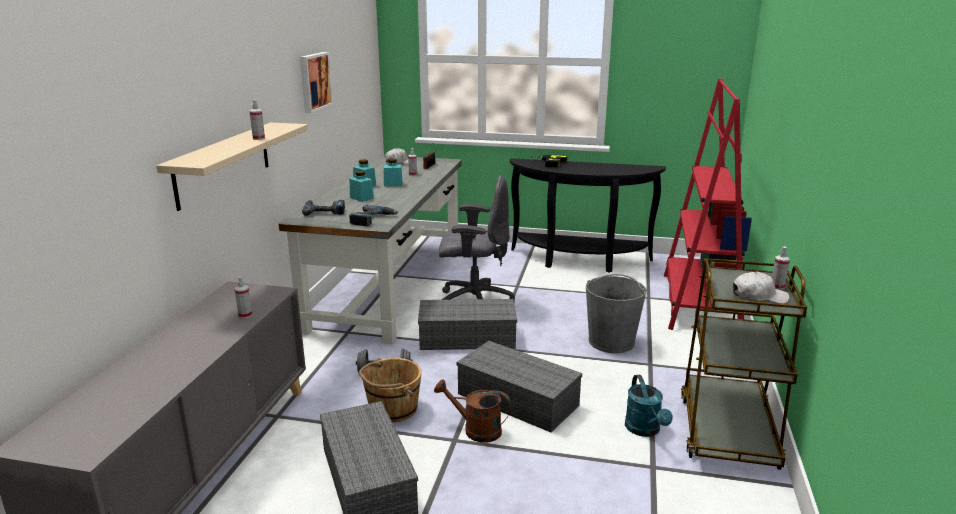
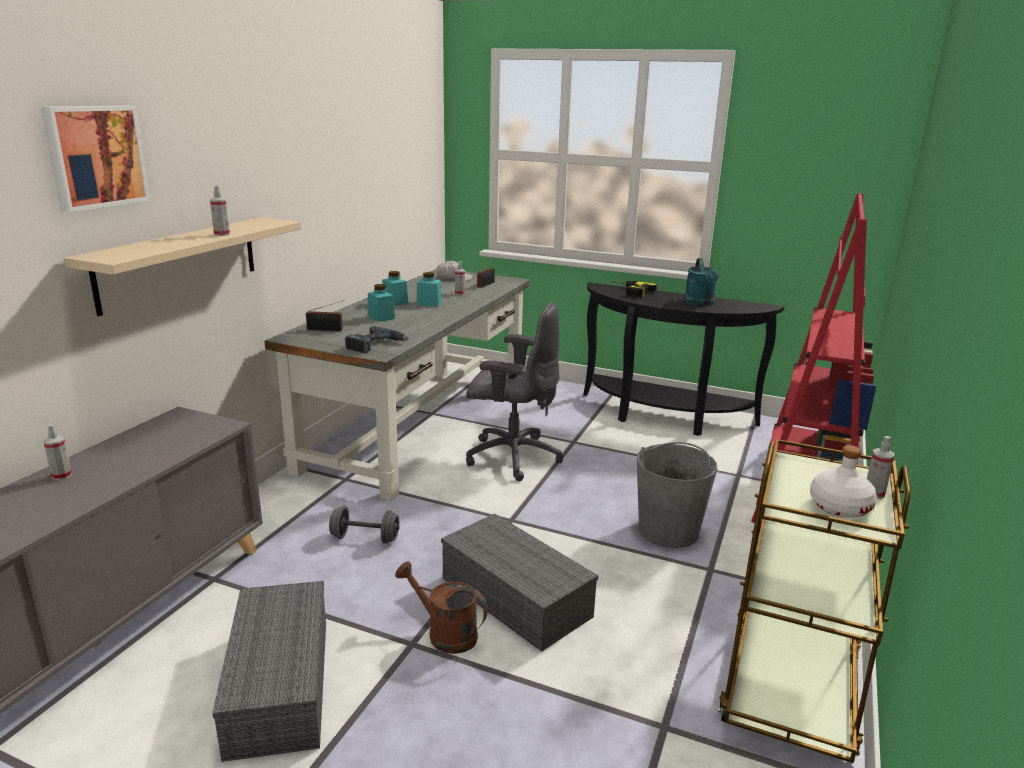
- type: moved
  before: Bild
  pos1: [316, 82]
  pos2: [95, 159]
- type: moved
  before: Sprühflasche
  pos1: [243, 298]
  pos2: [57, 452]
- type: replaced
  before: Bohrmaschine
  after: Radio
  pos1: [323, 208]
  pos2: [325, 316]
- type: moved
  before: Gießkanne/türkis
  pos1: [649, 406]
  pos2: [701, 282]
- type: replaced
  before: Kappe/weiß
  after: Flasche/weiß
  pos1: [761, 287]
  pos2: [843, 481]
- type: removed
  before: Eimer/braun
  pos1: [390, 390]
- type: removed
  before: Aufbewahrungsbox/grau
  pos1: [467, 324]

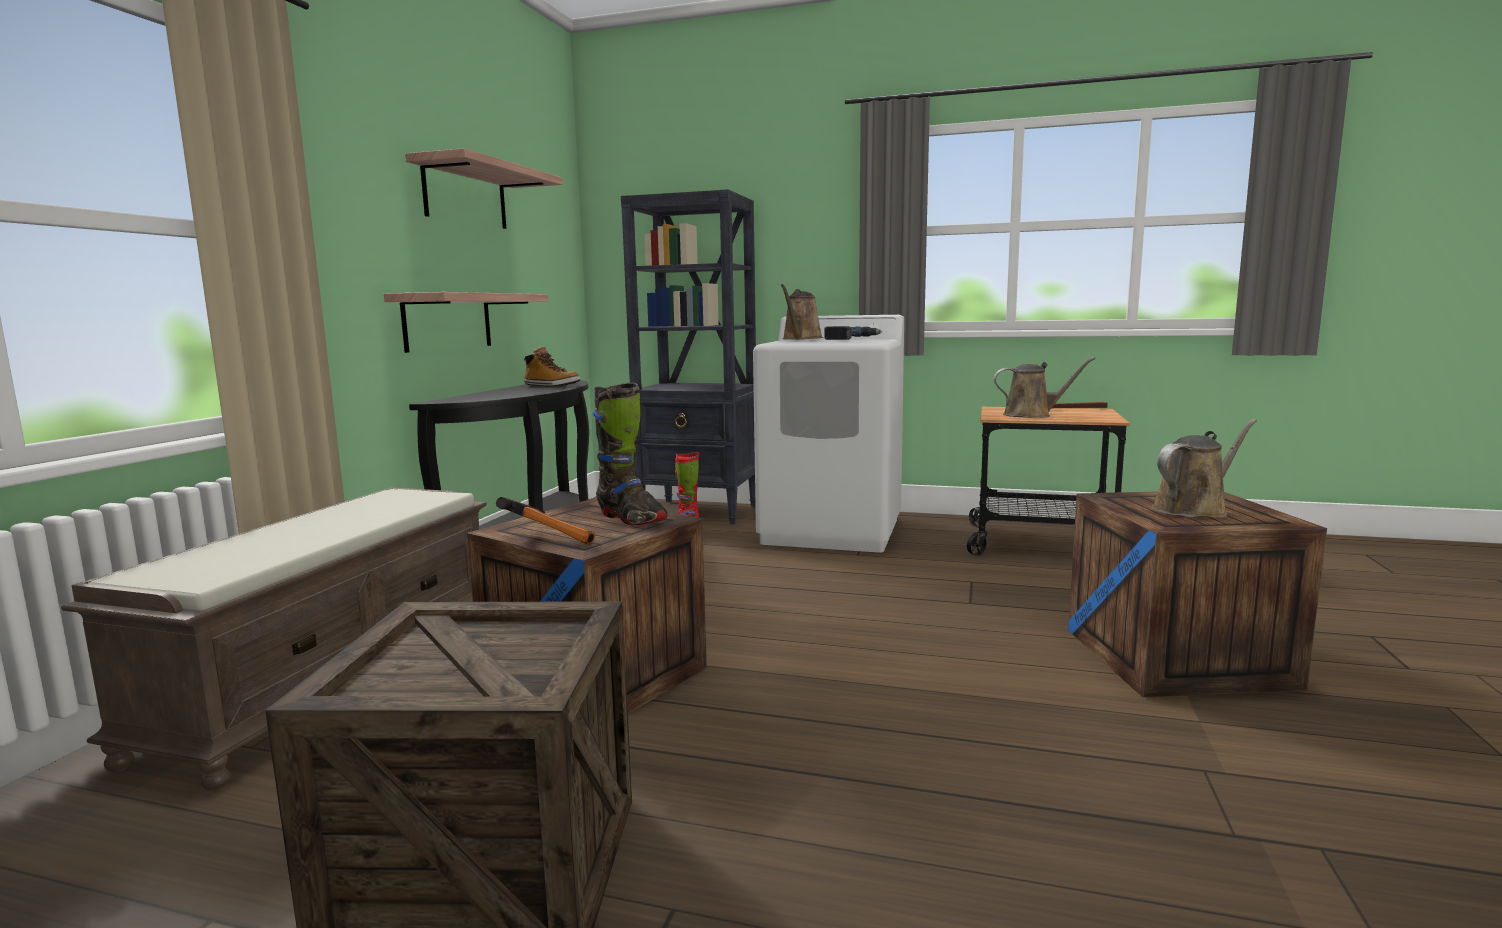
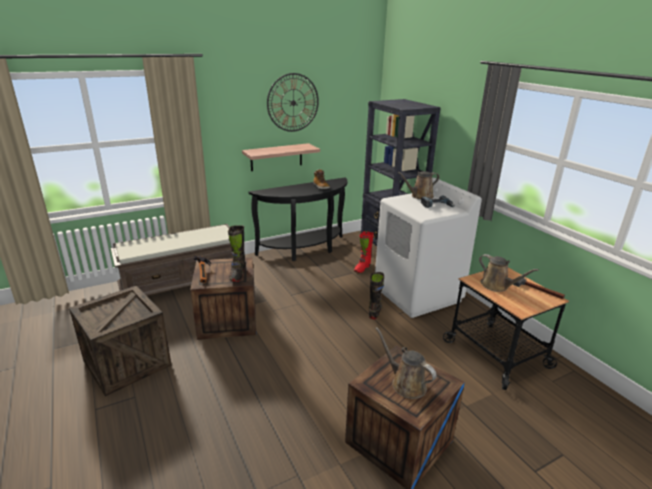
- type: replaced
  before: Wandregal
  after: Wanduhr
  pos1: [484, 188]
  pos2: [293, 102]
- type: added
  after: Stiefel/schwarz
  pos2: [376, 295]
- type: turned
  before: Gießkanne/braun
  pos1: [1204, 468]
  pos2: [406, 363]
  turn: -150

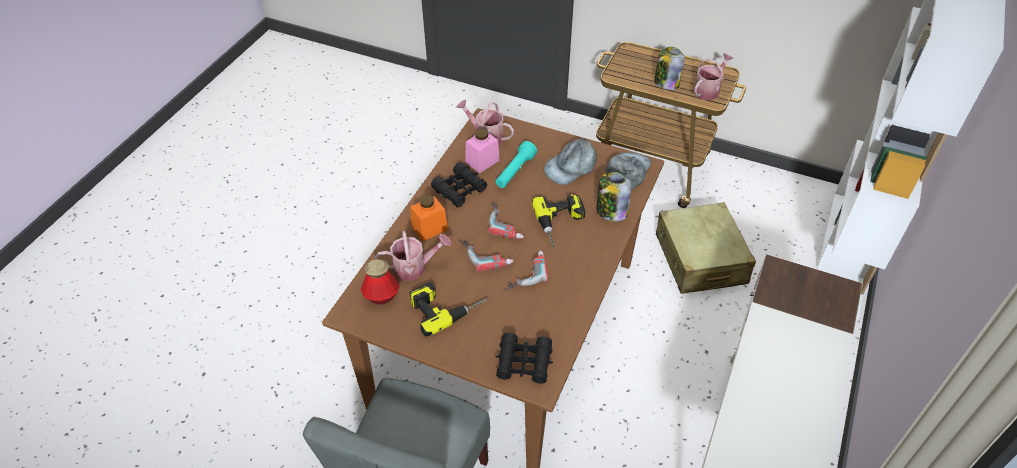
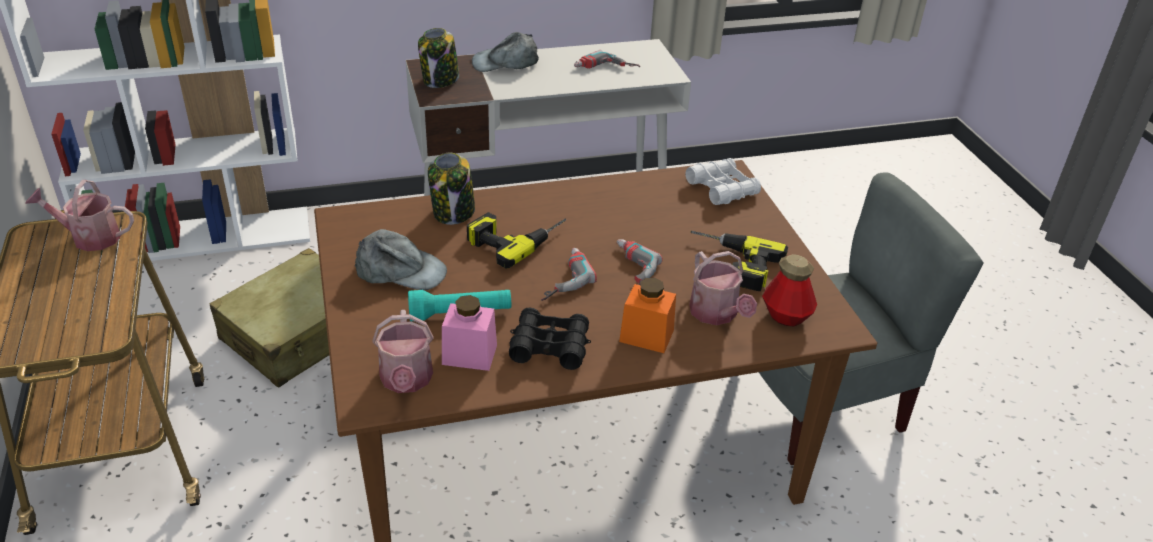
- type: moved
  before: Vorratsglas
  pos1: [669, 68]
  pos2: [438, 58]
- type: moved
  before: Kappe/grau
  pos1: [628, 170]
  pos2: [505, 52]
- type: moved
  before: Bohrmaschine
  pos1: [526, 270]
  pos2: [607, 59]
- type: recoloured
  before: Fernglas/schwarz
  after: Fernglas/weiß
  pos1: [524, 358]
  pos2: [723, 181]
- type: turned
  before: Gießkanne
  pos1: [413, 255]
  pos2: [723, 288]
  turn: -150

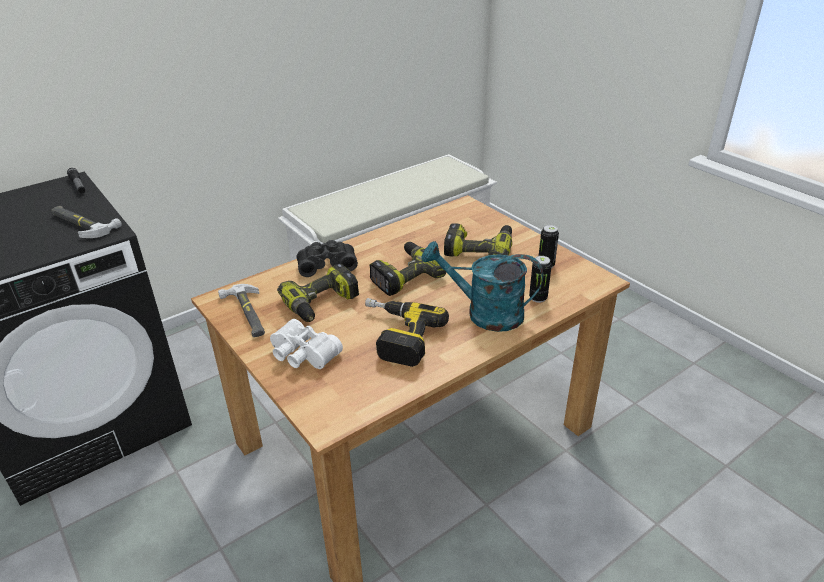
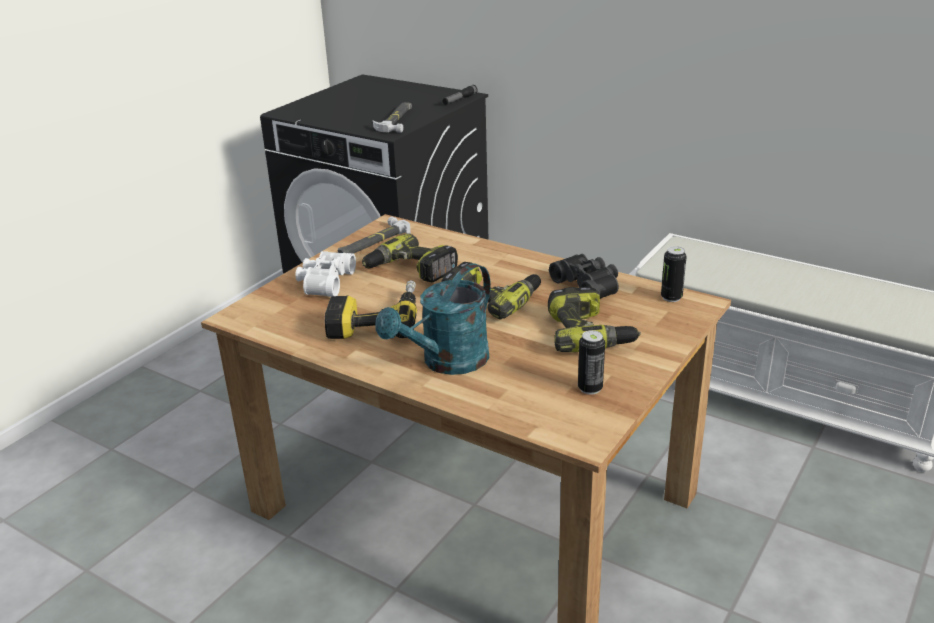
- type: turned
  before: Gießkanne/türkis
  pos1: [482, 286]
  pos2: [433, 319]
  turn: -135
- type: moved
  before: Fernglas/schwarz
  pos1: [327, 258]
  pos2: [584, 276]
- type: moved
  before: Dose
  pos1: [540, 279]
  pos2: [674, 274]

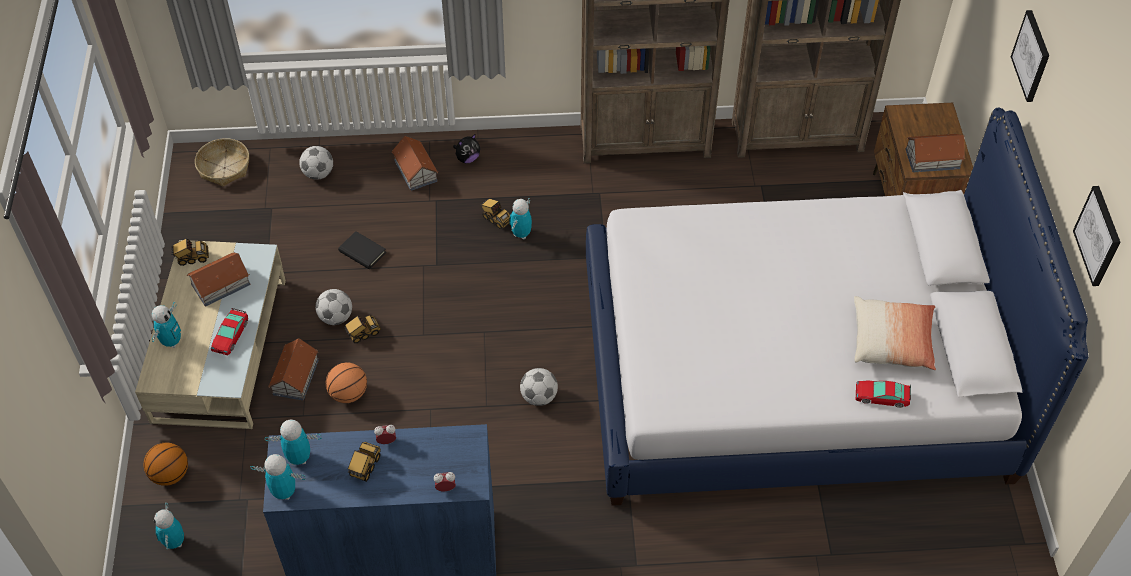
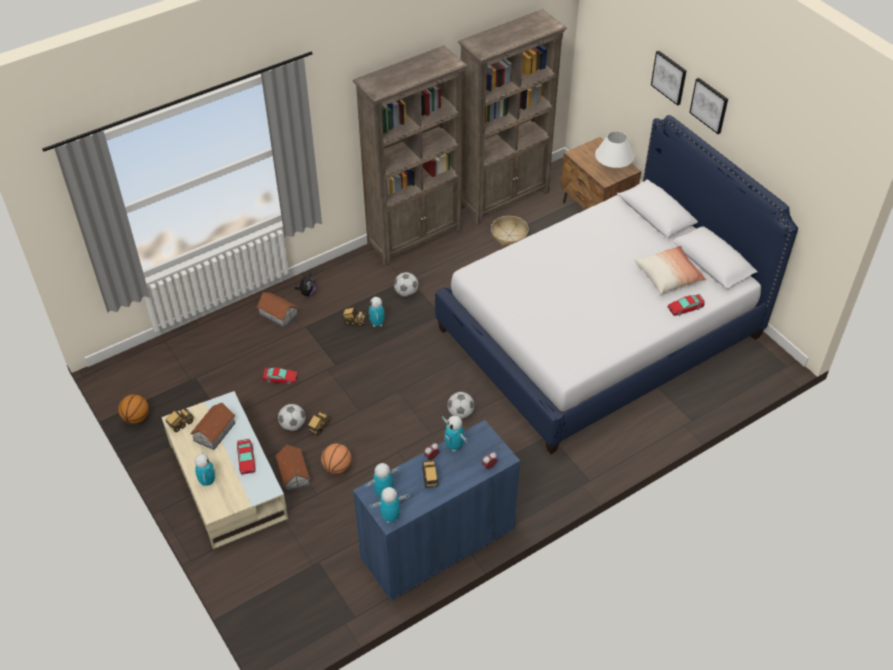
- type: moved
  before: Basketball
  pos1: [166, 464]
  pos2: [133, 409]
- type: replaced
  before: Buch/schwarz
  after: Spielzeugauto
  pos1: [362, 250]
  pos2: [280, 376]
- type: moved
  before: Fußball
  pos1: [316, 163]
  pos2: [406, 284]
- type: moved
  before: Spielzeugroboter
  pos1: [169, 525]
  pos2: [455, 434]
- type: moved
  before: Korb
  pos1: [222, 162]
  pos2: [510, 231]
- type: replaced
  before: Spielzeughaus
  after: Tischlampe/weiß
  pos1: [935, 153]
  pos2: [614, 151]
- type: moved
  before: Bild
  pos1: [1096, 236]
  pos2: [708, 106]

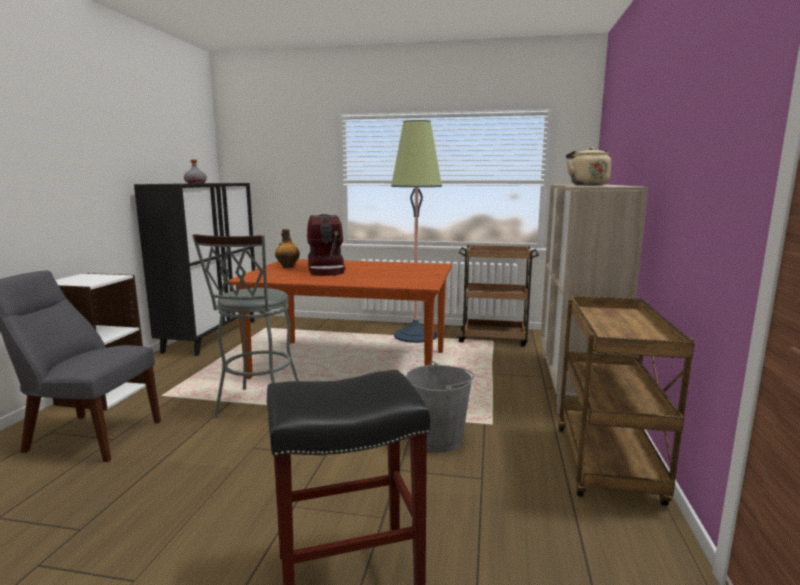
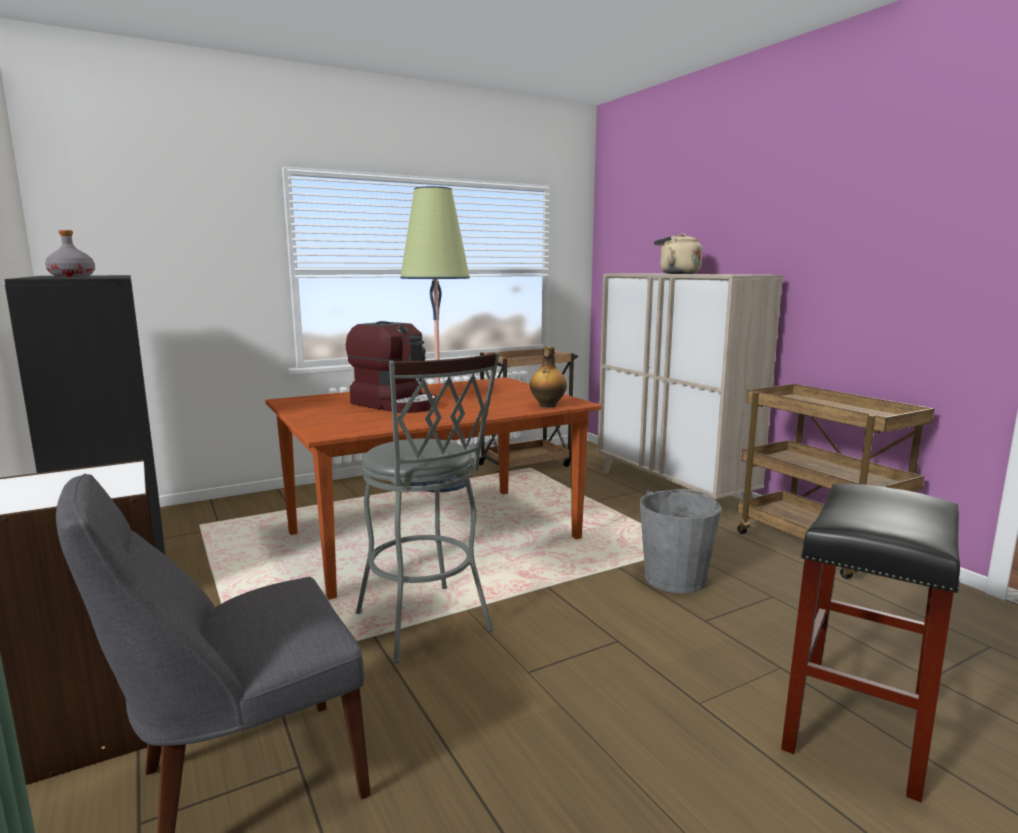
- type: moved
  before: Flasche
  pos1: [287, 248]
  pos2: [548, 377]

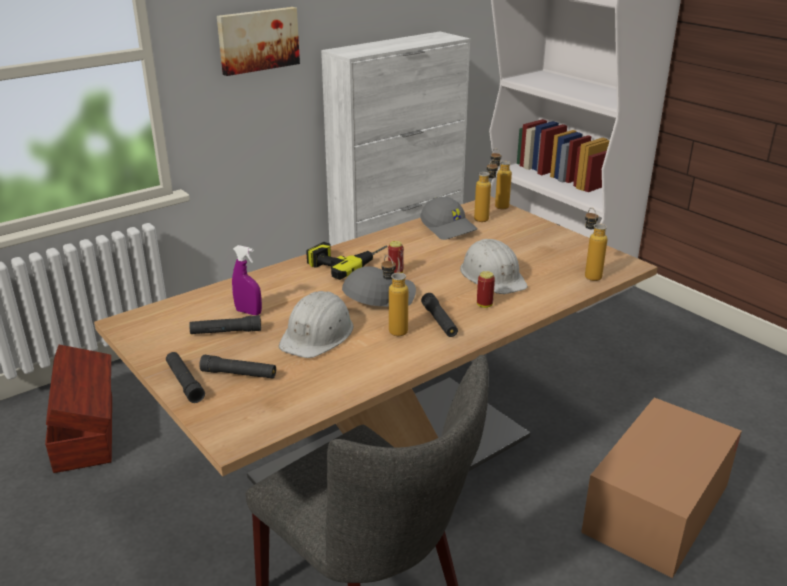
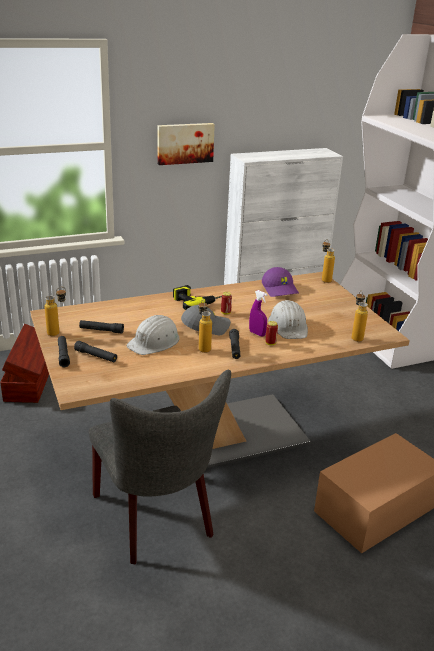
- type: moved
  before: Flasche
  pos1: [486, 190]
  pos2: [55, 311]
- type: moved
  before: Sprühflasche/lila
  pos1: [247, 280]
  pos2: [258, 313]
- type: recoloured
  before: Kappe/grau
  after: Kappe/lila
  pos1: [449, 218]
  pos2: [280, 282]

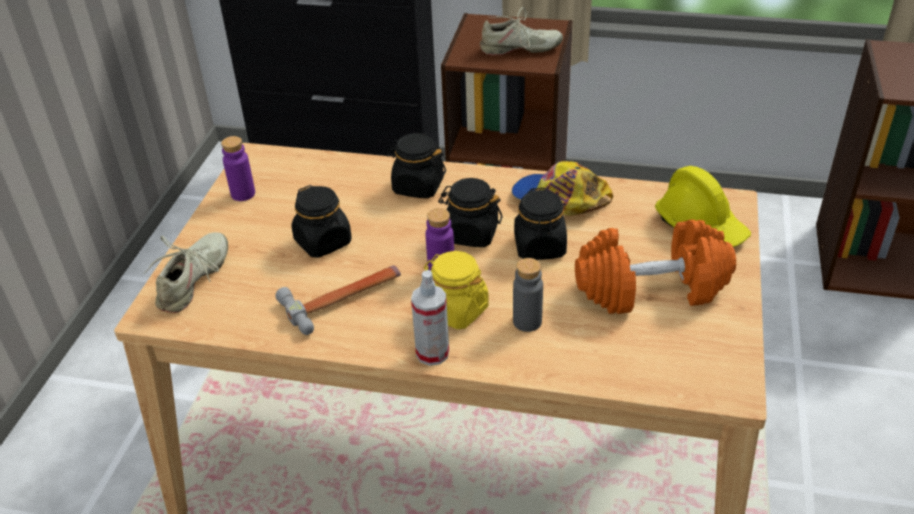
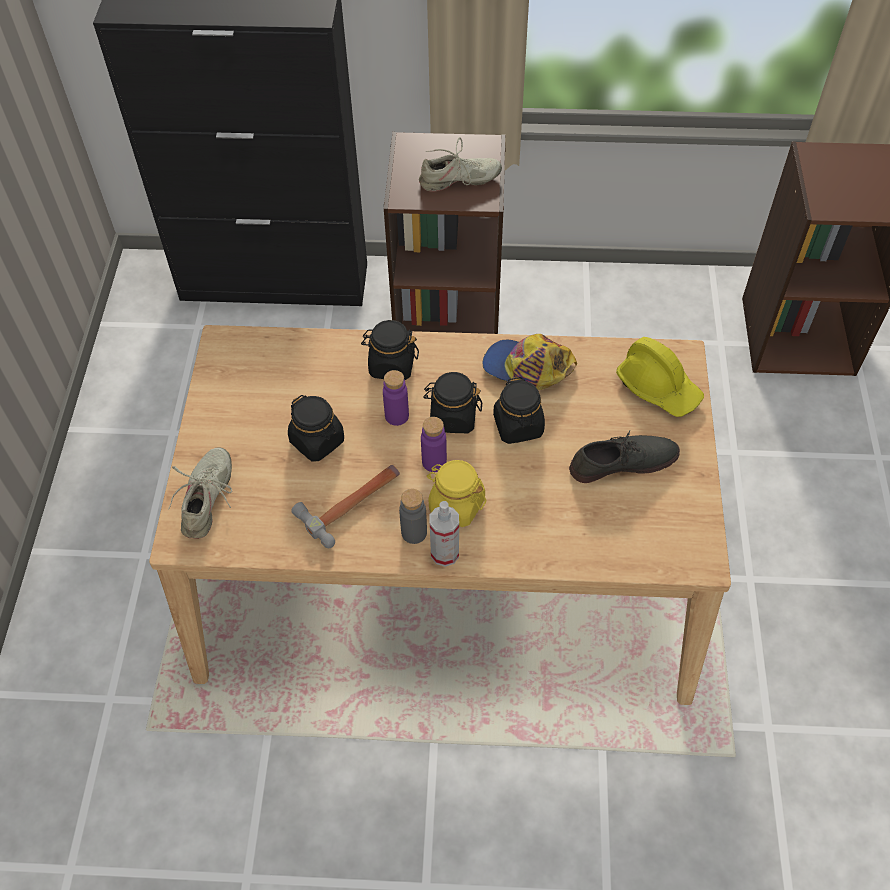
- type: moved
  before: Flasche/lila
  pos1: [238, 168]
  pos2: [396, 398]
- type: moved
  before: Flasche/grau
  pos1: [528, 295]
  pos2: [413, 516]
- type: replaced
  before: Hantel/orange
  after: Schuh/grau
  pos1: [655, 267]
  pos2: [624, 456]

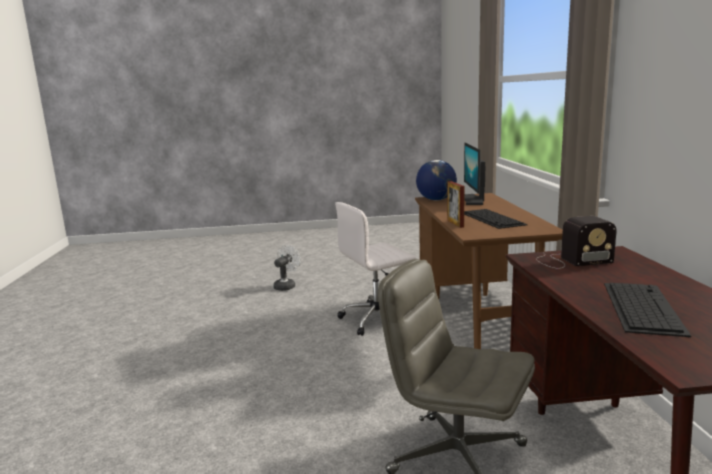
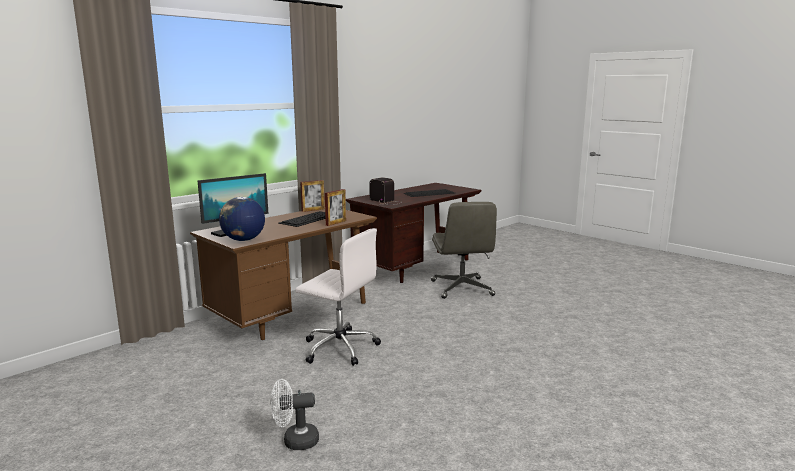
- type: added
  after: Bilderrahmen
  pos2: [312, 196]

